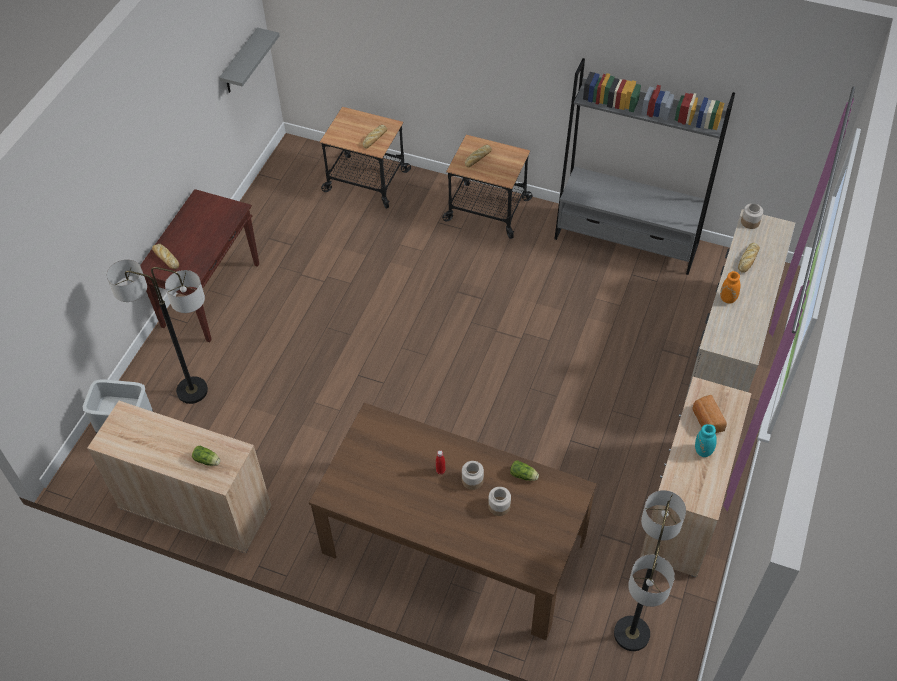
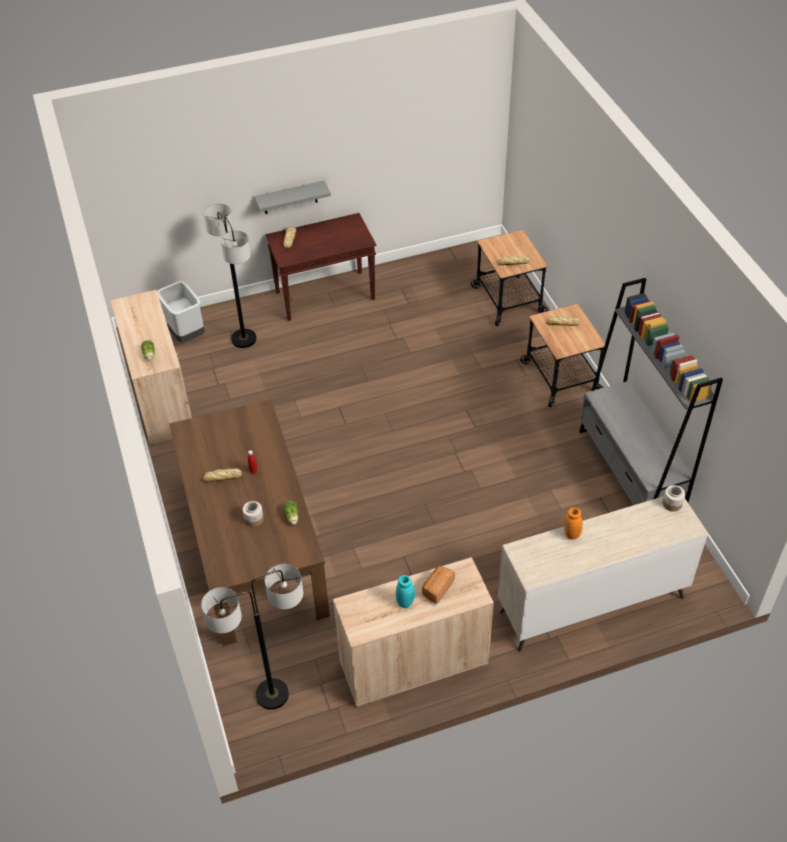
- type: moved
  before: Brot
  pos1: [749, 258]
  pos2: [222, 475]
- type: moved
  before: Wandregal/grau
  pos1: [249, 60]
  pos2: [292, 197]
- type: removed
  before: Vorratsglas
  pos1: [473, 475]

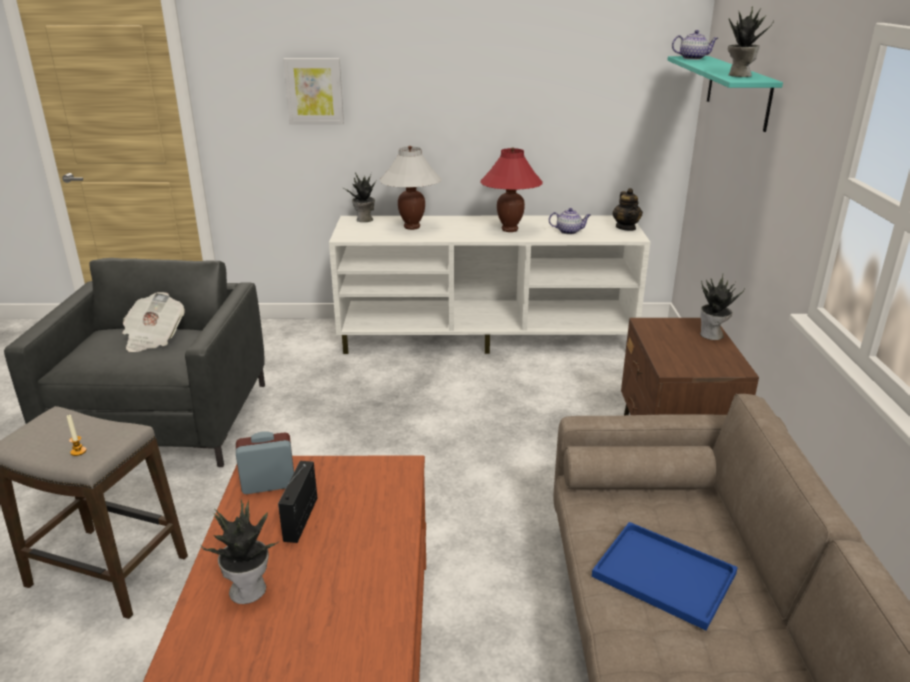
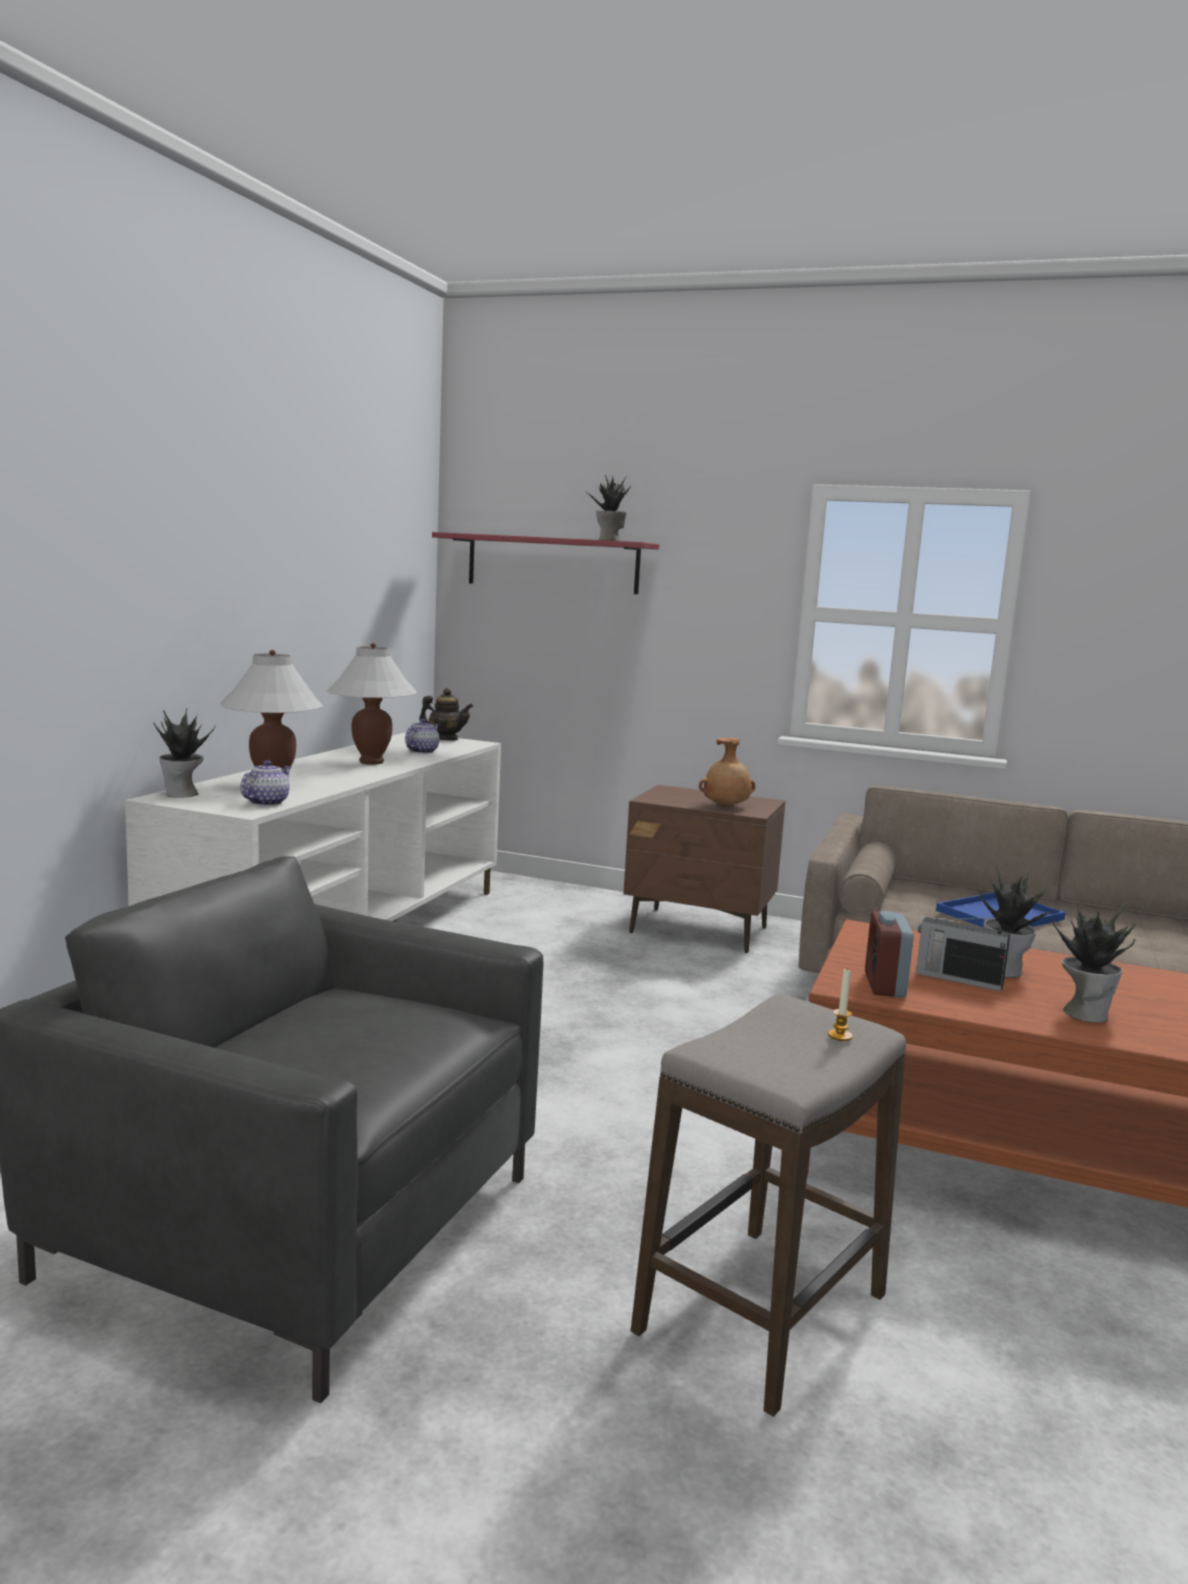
- type: moved
  before: Teekanne
  pos1: [695, 45]
  pos2: [265, 783]
- type: recoloured
  before: Tischlampe/rot
  after: Tischlampe/weiß
  pos1: [511, 189]
  pos2: [372, 704]
- type: recoloured
  before: Wandregal/türkis
  after: Wandregal/rot
  pos1: [725, 94]
  pos2: [545, 563]
- type: added
  after: Vase/braun
  pos2: [727, 772]
- type: moved
  before: Topfpflanze
  pos1: [722, 307]
  pos2: [1017, 921]
- type: removed
  before: Zeitung
  pos1: [154, 322]
- type: removed
  before: Bild
  pos1: [313, 91]

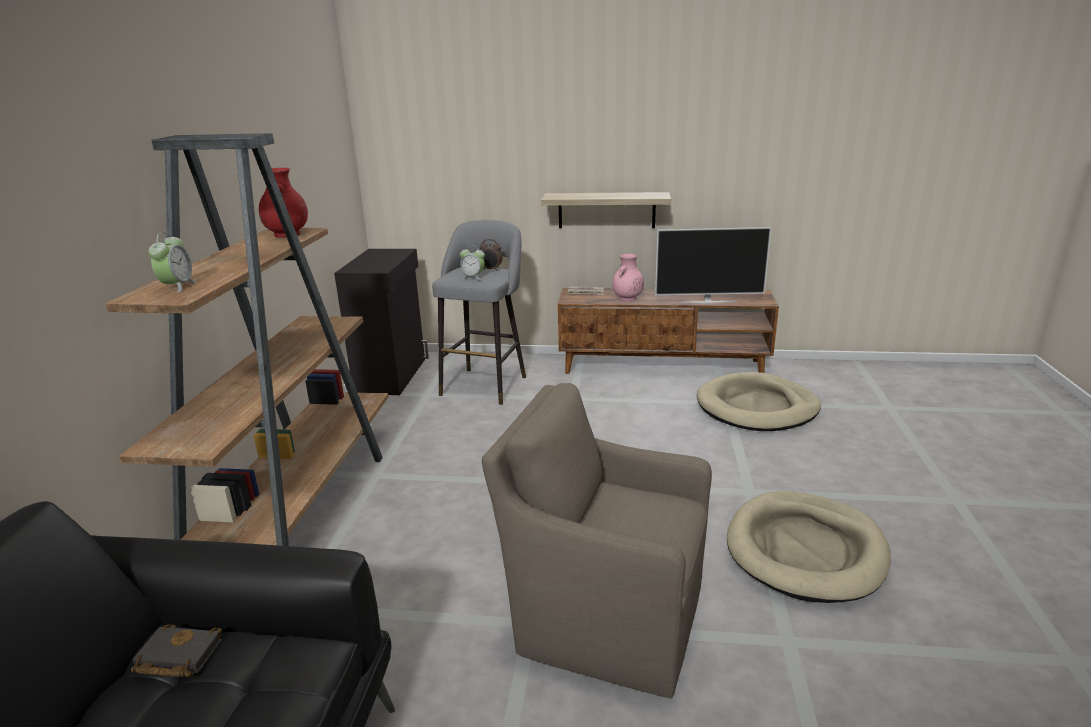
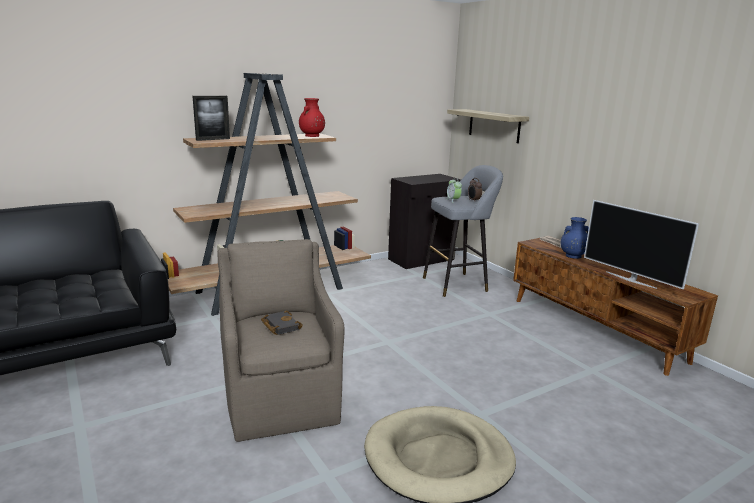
- type: replaced
  before: Wecker
  after: Bilderrahmen
  pos1: [173, 262]
  pos2: [211, 118]
- type: moved
  before: Buch/schwarz
  pos1: [176, 650]
  pos2: [282, 323]
- type: moved
  before: Wandregal
  pos1: [606, 210]
  pos2: [488, 126]
- type: recoloured
  before: Vase/rosa
  after: Vase/blau
  pos1: [628, 277]
  pos2: [574, 238]
- type: removed
  before: Hundebett/beige
  pos1: [759, 401]

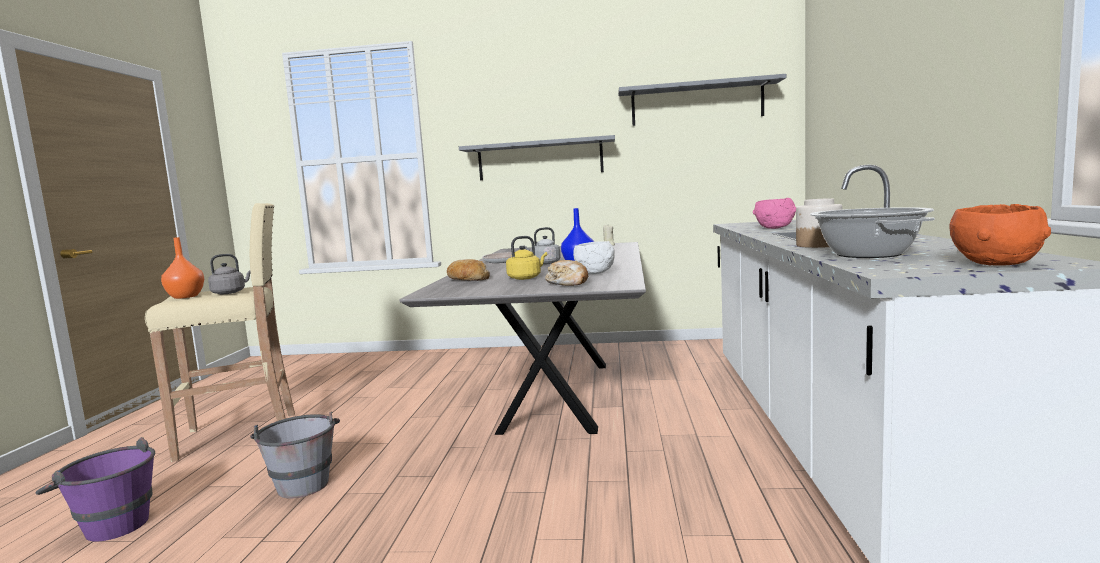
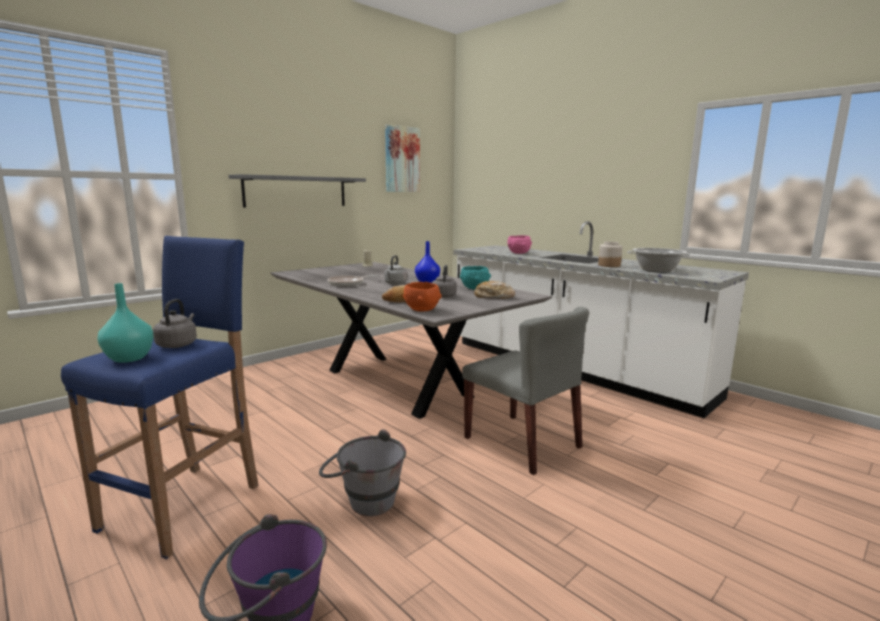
- type: recoloured
  before: Hocker/beige
  after: Hocker/blau
  pos1: [220, 332]
  pos2: [159, 397]
- type: recoloured
  before: Vase/orange
  after: Vase/türkis
  pos1: [182, 268]
  pos2: [125, 323]
- type: replaced
  before: Wandregal/grau
  after: Bild
  pos1: [702, 100]
  pos2: [402, 158]
- type: moved
  before: Schüssel/orange
  pos1: [1000, 235]
  pos2: [422, 297]
- type: recoloured
  before: Wasserkessel/gelb
  after: Wasserkessel/grau
  pos1: [526, 258]
  pos2: [444, 281]
- type: recoloured
  before: Schüssel/weiß
  after: Schüssel/türkis
  pos1: [594, 257]
  pos2: [475, 278]
- type: added
  after: Stuhl/grau
  pos2: [525, 391]

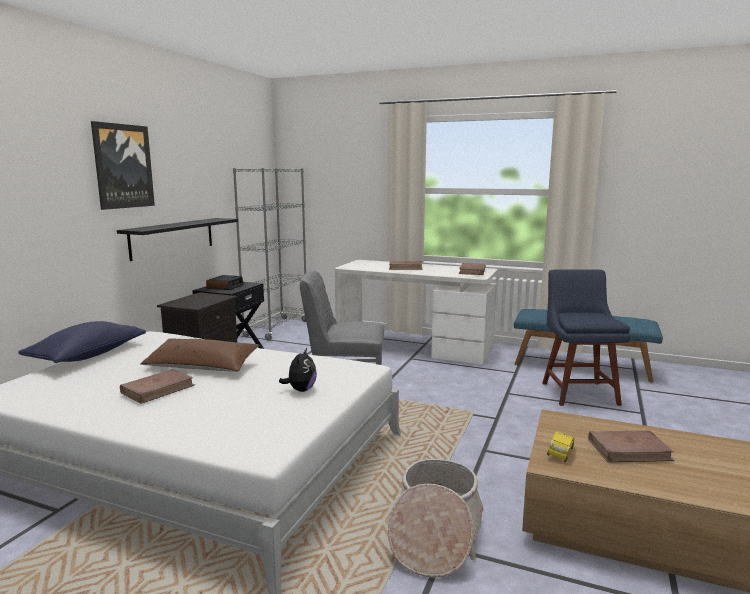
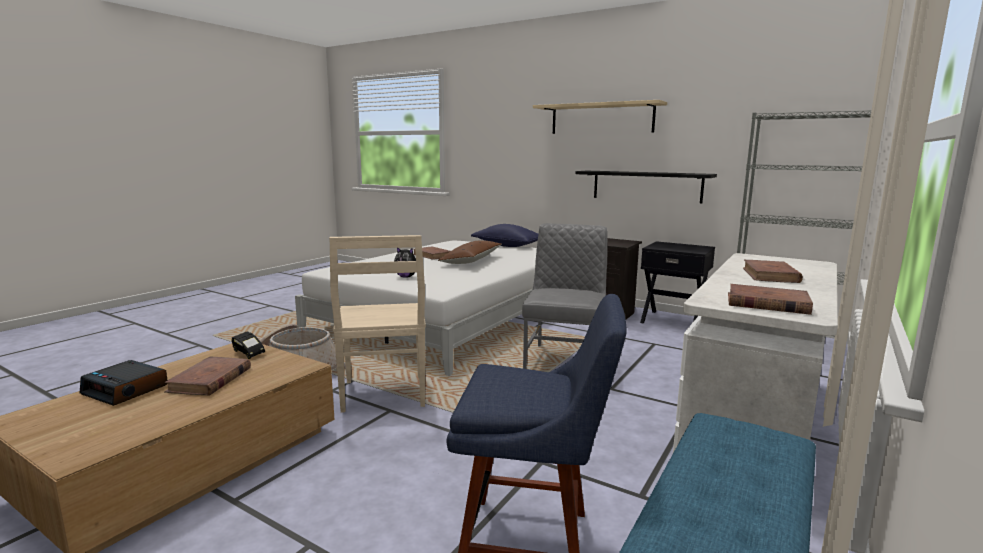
- type: moved
  before: Wecker
  pos1: [225, 282]
  pos2: [123, 383]
- type: recoloured
  before: Spielzeugauto/gelb
  after: Spielzeugauto/schwarz
  pos1: [561, 446]
  pos2: [248, 345]
- type: added
  after: Stuhl/beige
  pos2: [377, 324]
- type: replaced
  before: Bild
  after: Wandregal/beige
  pos1: [123, 165]
  pos2: [600, 117]

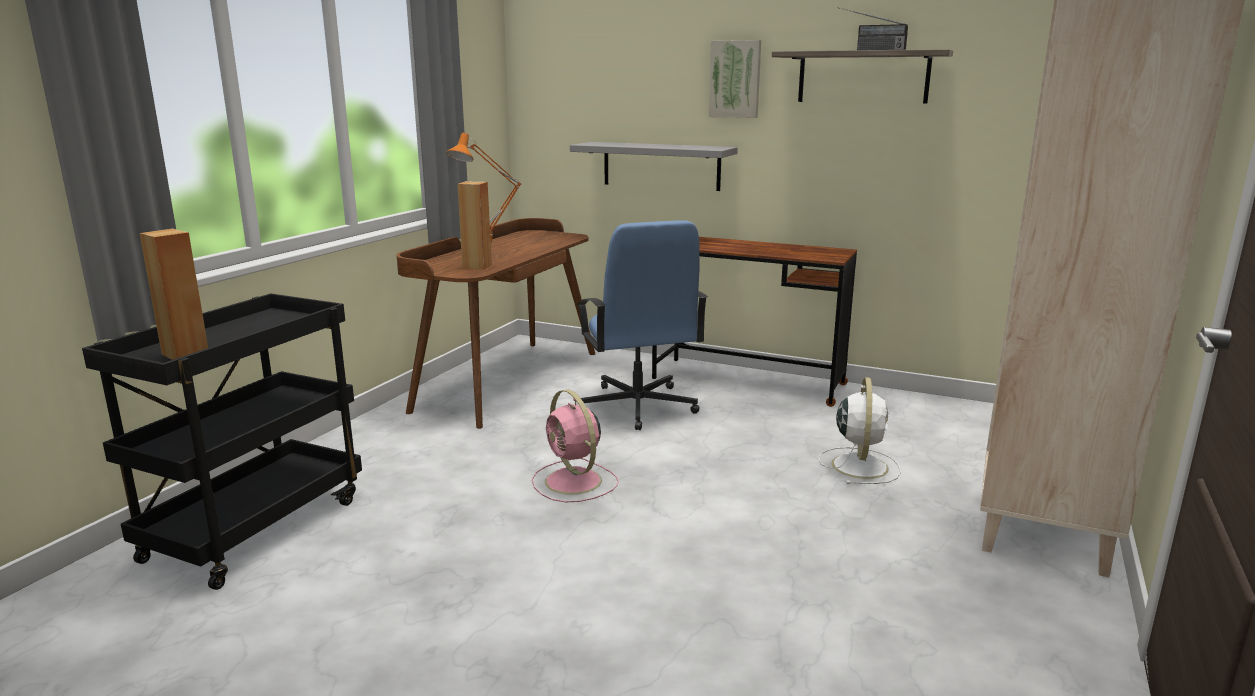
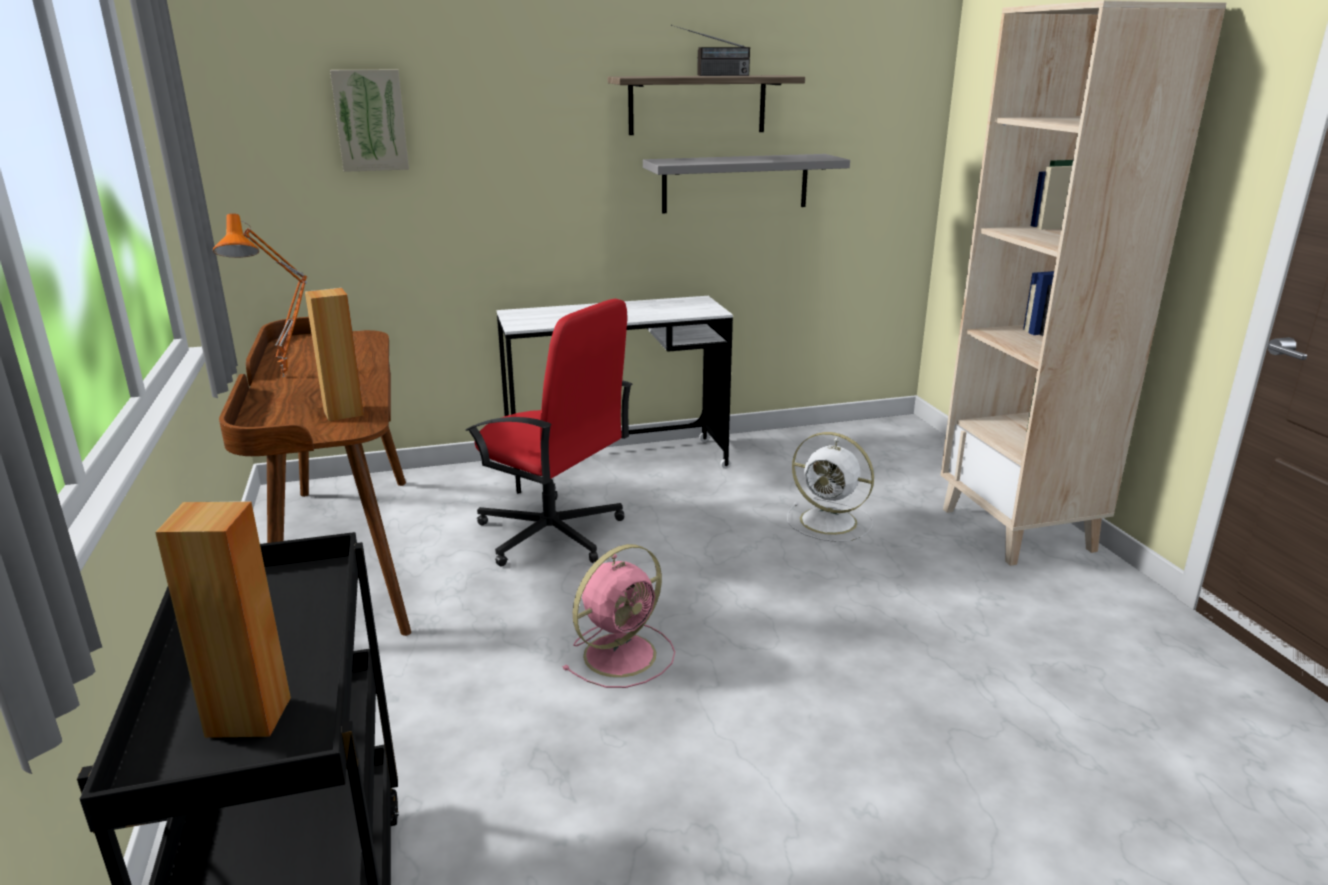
- type: moved
  before: Bild
  pos1: [735, 79]
  pos2: [369, 121]
- type: recoloured
  before: Bürostuhl/blau
  after: Bürostuhl/rot
  pos1: [642, 325]
  pos2: [548, 432]
- type: recoloured
  before: Schreibtisch/braun
  after: Schreibtisch/weiß
  pos1: [754, 322]
  pos2: [615, 395]
- type: turned
  before: Ventilator/rosa
  pos1: [575, 445]
  pos2: [618, 616]
  turn: -60
- type: moved
  before: Wandregal/grau
  pos1: [654, 166]
  pos2: [746, 183]
- type: turned
  before: Ventilator/weiß
  pos1: [860, 430]
  pos2: [830, 487]
  turn: 150

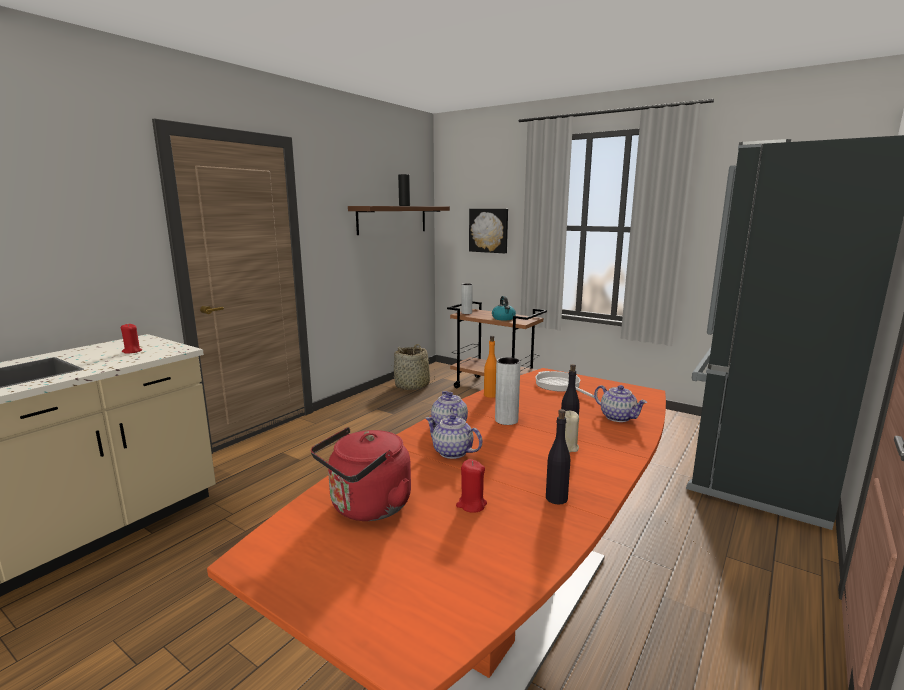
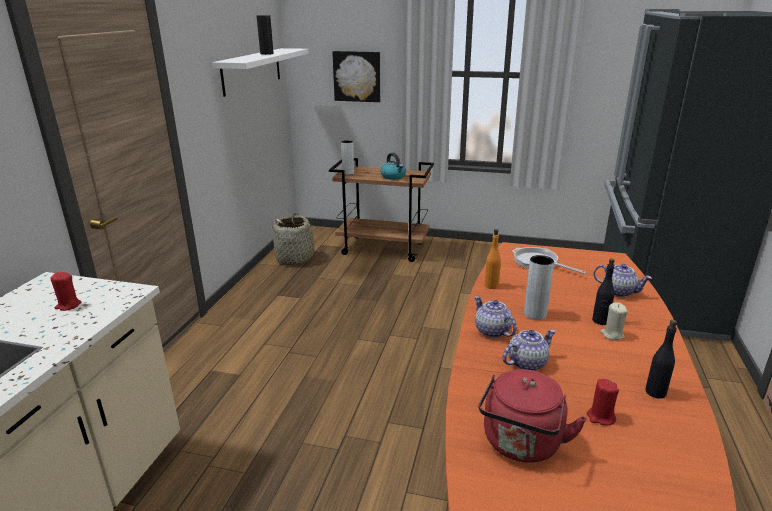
- type: recoloured
  before: Wandregal/braun
  after: Wandregal/weiß
  pos1: [399, 220]
  pos2: [260, 72]
- type: turned
  before: Teekanne
  pos1: [454, 436]
  pos2: [529, 350]
  turn: 135

